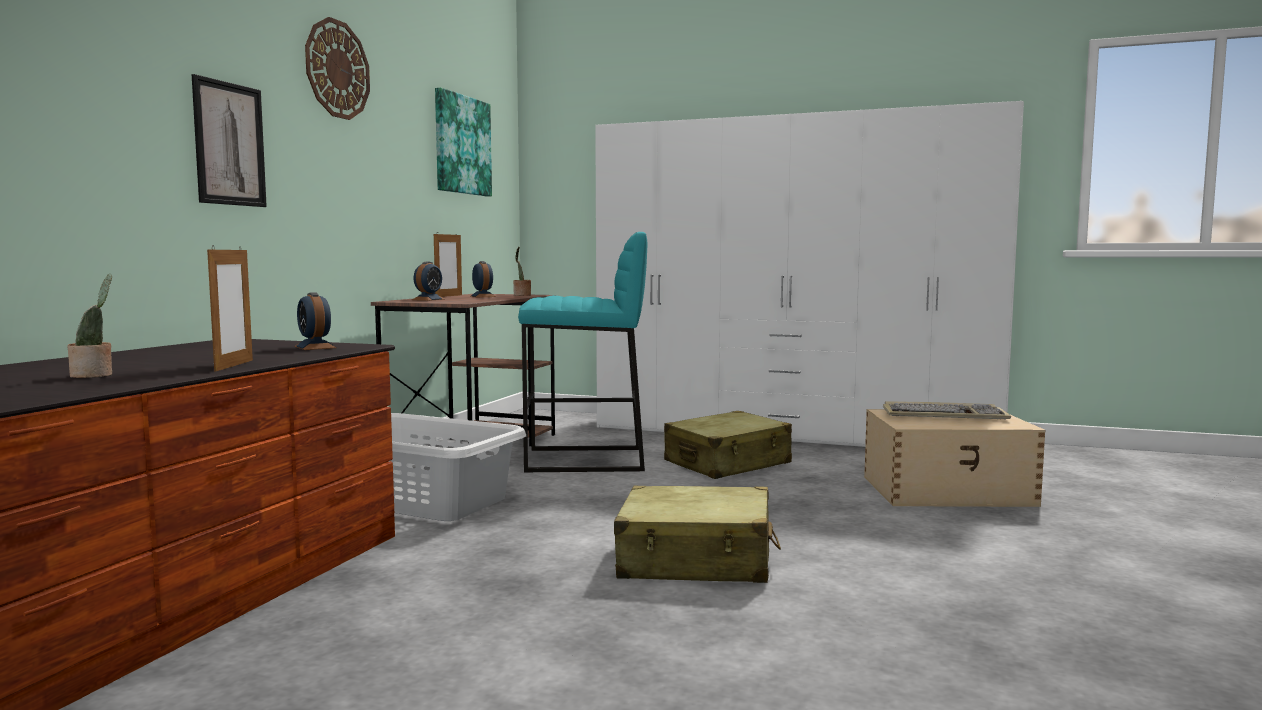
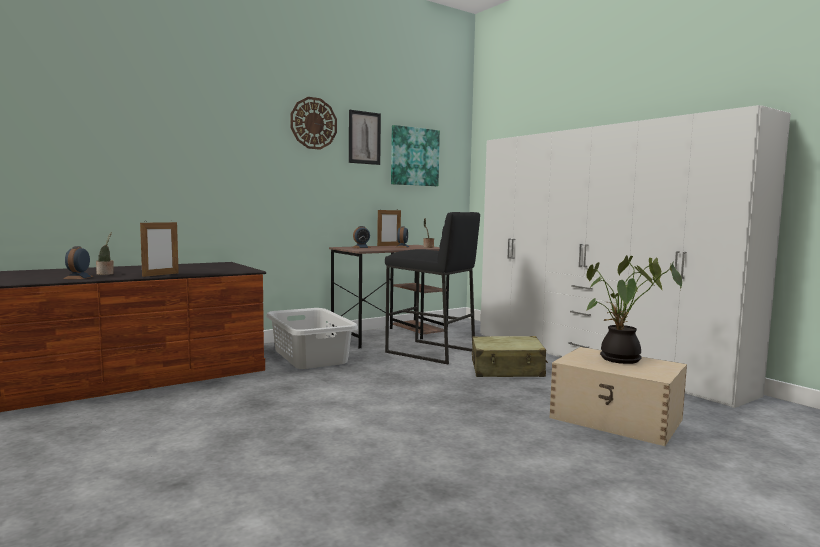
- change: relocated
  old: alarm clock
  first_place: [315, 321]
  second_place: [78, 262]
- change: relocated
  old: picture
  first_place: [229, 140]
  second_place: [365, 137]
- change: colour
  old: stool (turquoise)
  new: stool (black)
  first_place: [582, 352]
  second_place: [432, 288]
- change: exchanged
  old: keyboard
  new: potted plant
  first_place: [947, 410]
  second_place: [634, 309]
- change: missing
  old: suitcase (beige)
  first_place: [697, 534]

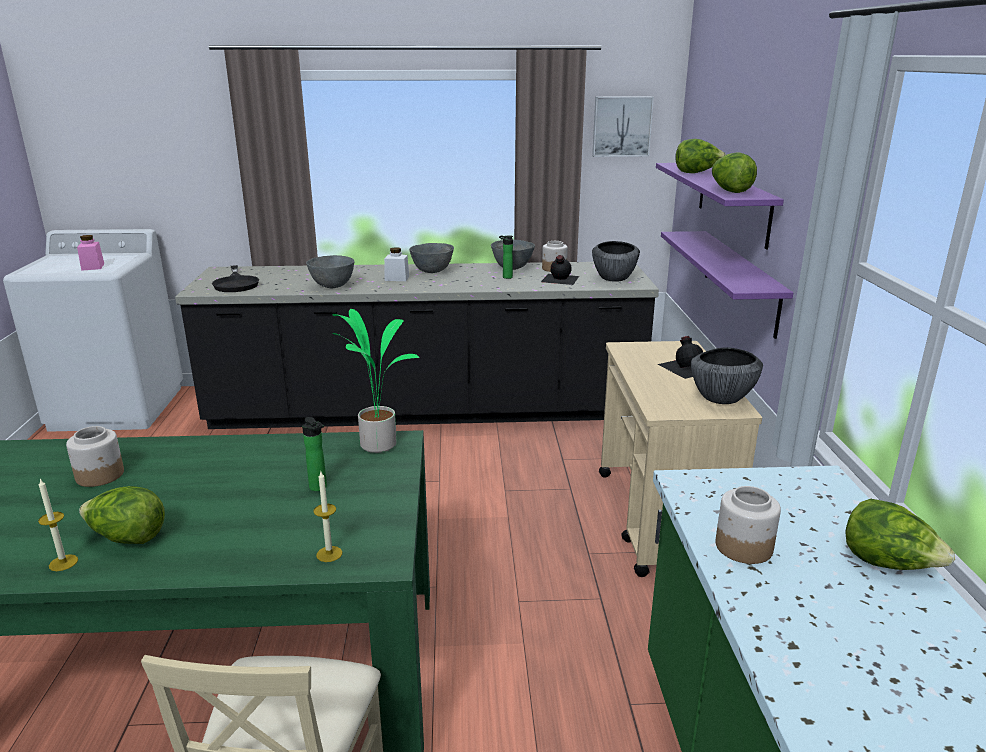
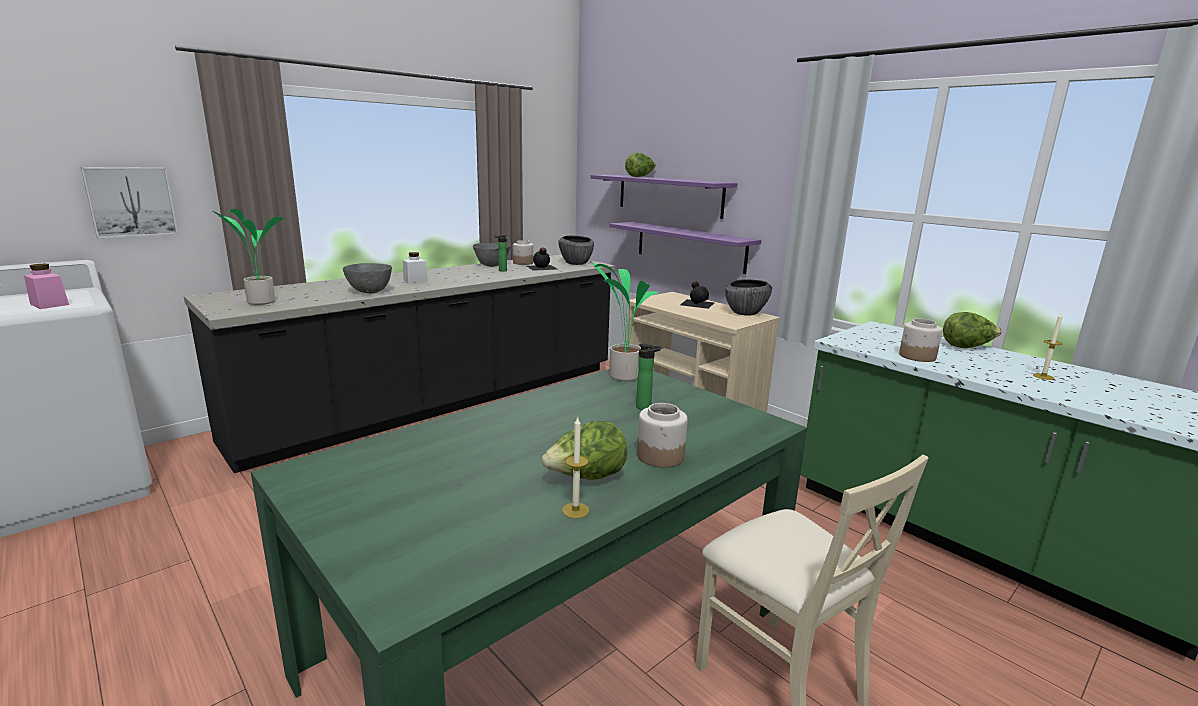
- change: relocated
  old: picture
  first_place: [623, 126]
  second_place: [129, 202]
- change: exchanged
  old: frying pan (black)
  new: potted plant
  first_place: [235, 278]
  second_place: [248, 257]
- change: relocated
  old: jar
  first_place: [95, 456]
  second_place: [662, 435]
- change: relocated
  old: candle
  first_place: [327, 517]
  second_place: [1048, 346]
- change: missing
  old: bowl (grey)
  first_place: [431, 258]
- change: missing
  old: lettuce
  first_place: [734, 172]

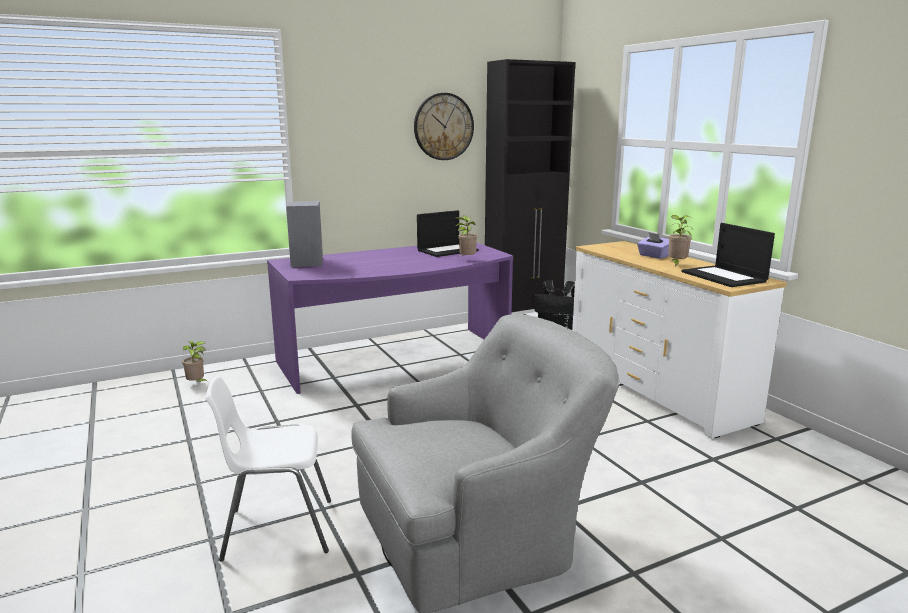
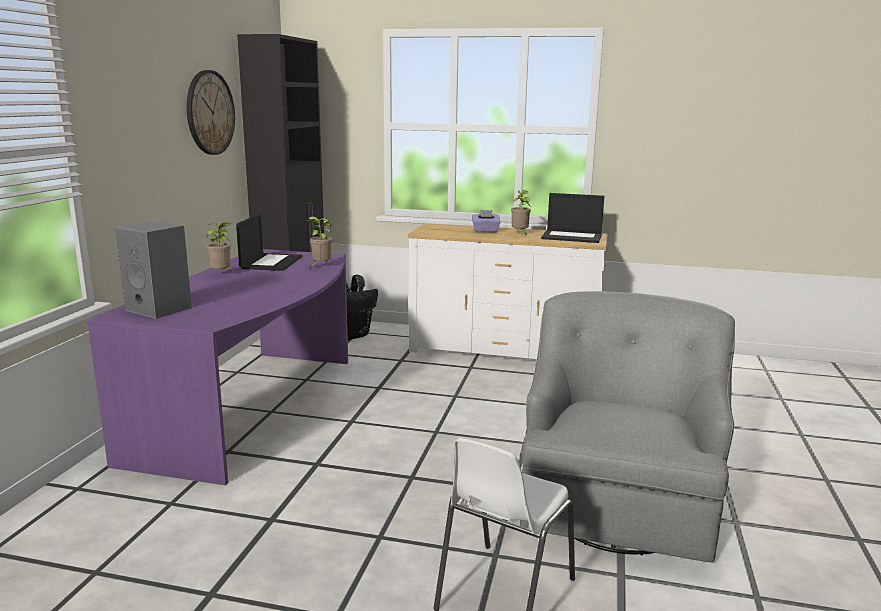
- change: relocated
  old: potted plant
  first_place: [195, 361]
  second_place: [218, 246]

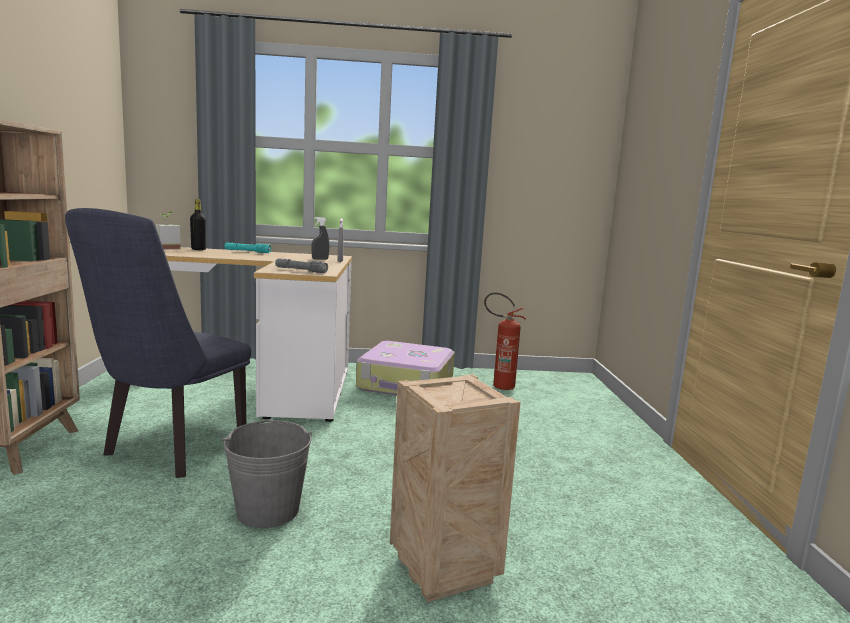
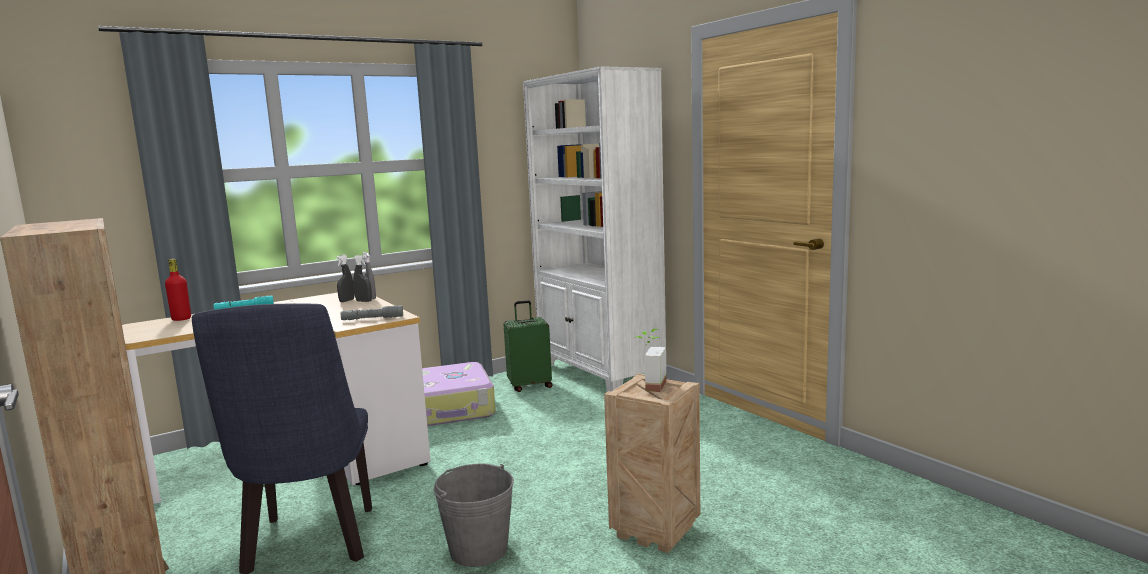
- change: colour
  old: bottle (black)
  new: bottle (red)
  first_place: [198, 224]
  second_place: [178, 290]
- change: appeared
  new: spray bottle (grey)
  second_place: [362, 278]
- change: exchanged
  old: fire extinguisher
  new: suitcase (green)
  first_place: [505, 341]
  second_place: [528, 346]
- change: appeared
  new: bookcase (white)
  second_place: [594, 229]
- change: relocated
  old: potted plant
  first_place: [168, 230]
  second_place: [651, 360]

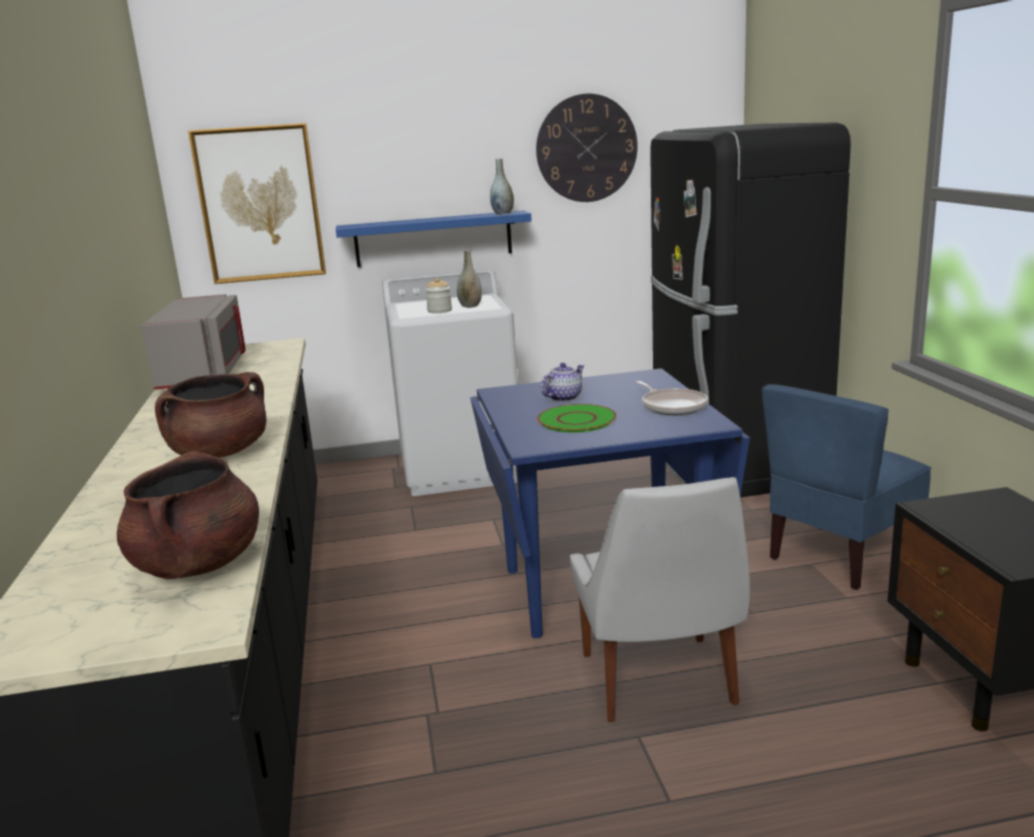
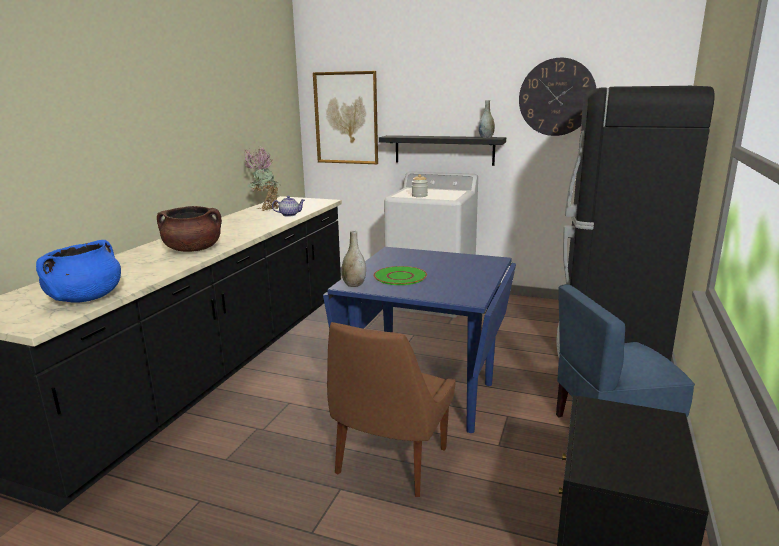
- change: colour
  old: cooking pot (brown)
  new: cooking pot (blue)
  first_place: [188, 515]
  second_place: [78, 271]
- change: exchanged
  old: microwave (grey)
  new: potted plant
  first_place: [193, 341]
  second_place: [262, 178]
- change: relocated
  old: teapot
  first_place: [562, 382]
  second_place: [288, 206]
- change: colour
  old: chair (white)
  new: chair (brown)
  first_place: [660, 599]
  second_place: [391, 409]
- change: relocated
  old: vase (grey)
  first_place: [469, 278]
  second_place: [353, 258]
- change: colour
  old: shelf (blue)
  new: shelf (black)
  first_place: [434, 238]
  second_place: [442, 150]
- change: missing
  old: frying pan
  first_place: [672, 398]

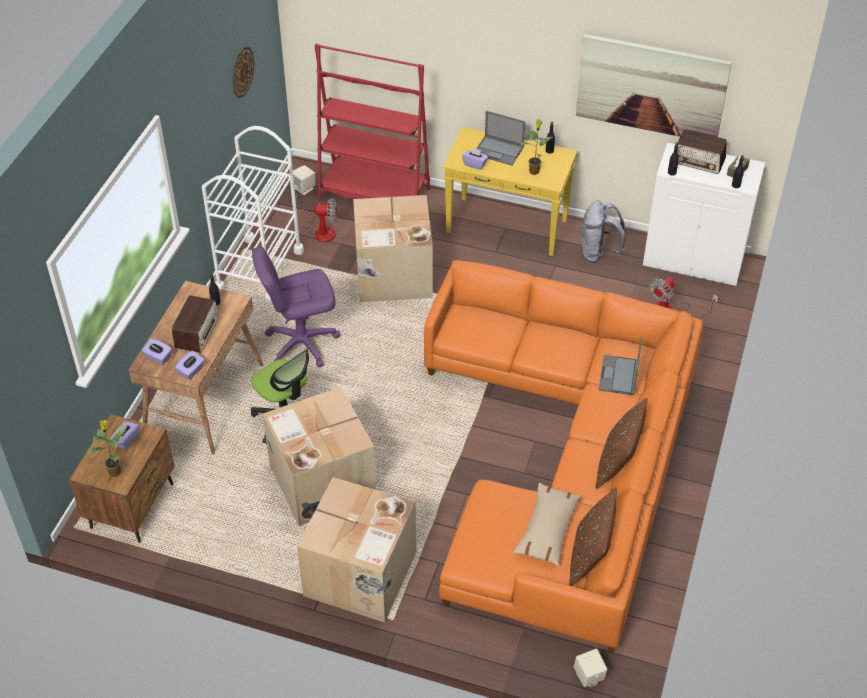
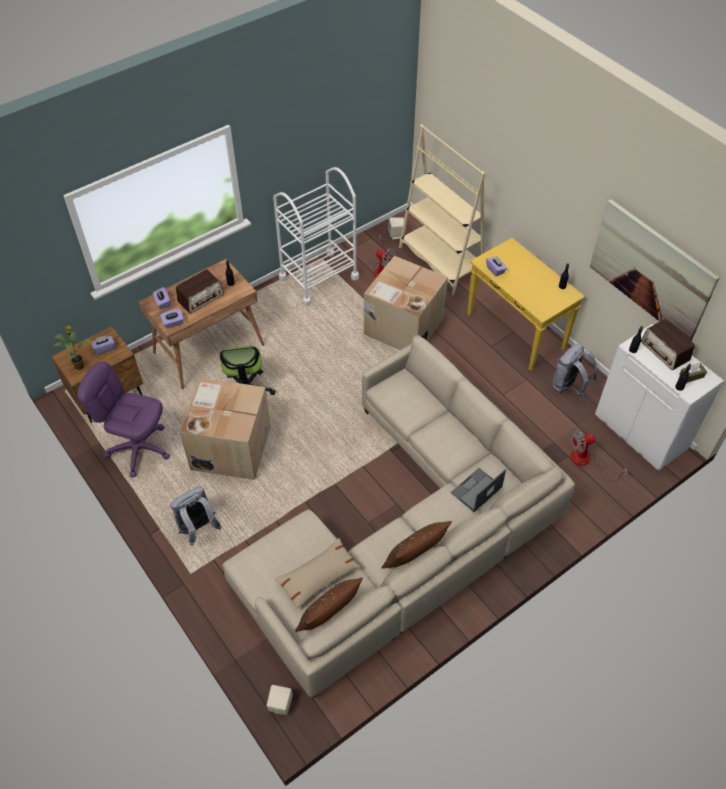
- change: relocated
  old: office chair (purple)
  first_place: [296, 307]
  second_place: [123, 419]
- change: exchanged
  old: cardboard box
  new: backpack (grey)
  first_place: [356, 550]
  second_place: [195, 516]
- change: colour
  old: sofa (orange)
  new: sofa (beige)
  first_place: [563, 456]
  second_place: [398, 517]
- change: colour
  old: bookcase (red)
  new: bookcase (beige)
  first_place: [372, 122]
  second_place: [442, 210]
- change: missing
  old: wall clock
  first_place: [243, 72]
- change: missing
  old: laptop
  first_place: [500, 138]
- change: missing
  old: potted plant
  first_place: [536, 147]

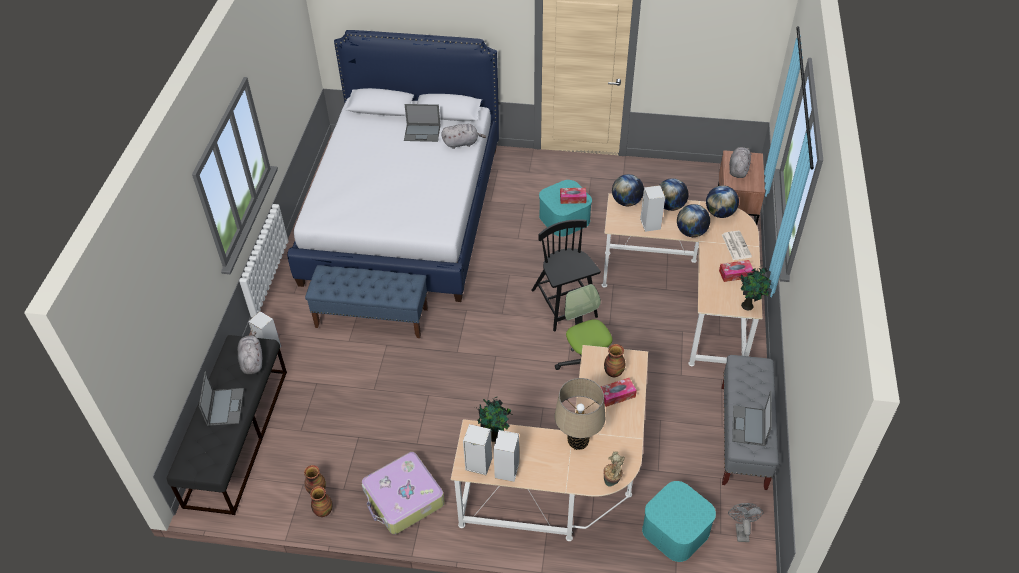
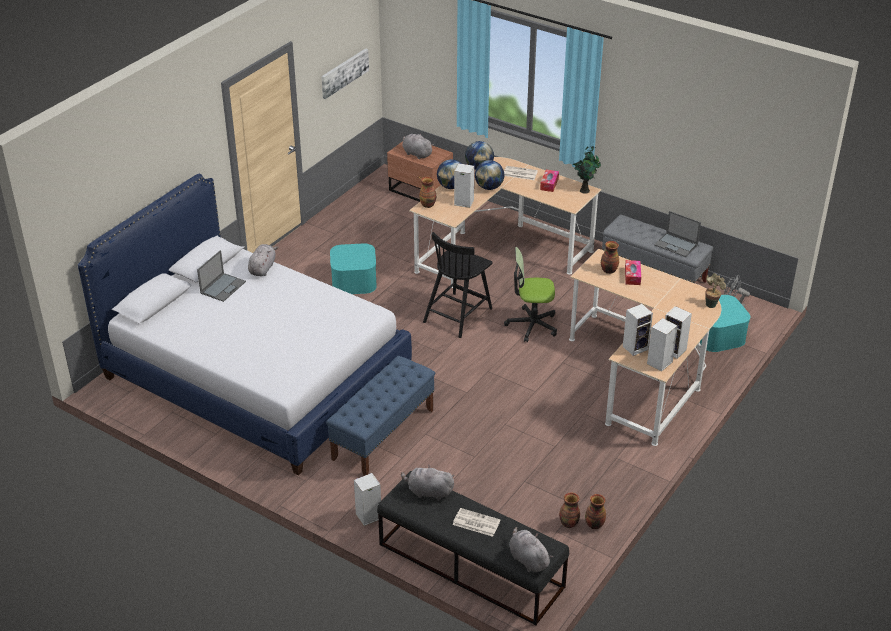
- change: appeared
  new: picture
  second_place: [345, 73]
- change: exchanged
  old: globe
  new: vase
  first_place: [628, 190]
  second_place: [427, 192]
- change: spun
  old: chair (black)
  first_place: [566, 275]
  second_place: [457, 285]
  degrees: -60
- change: exchanged
  old: laptop
  new: newspaper
  first_place: [221, 398]
  second_place: [476, 522]
- change: appeared
  new: plush toy (grey)
  second_place: [531, 549]
- change: exchanged
  old: potted plant
  new: speaker
  first_place: [493, 419]
  second_place: [638, 330]
- change: missing
  old: suitcase
  first_place: [403, 493]
- change: missing
  old: table lamp (beige)
  first_place: [580, 414]
- change: missing
  old: tissue box
  first_place: [573, 196]

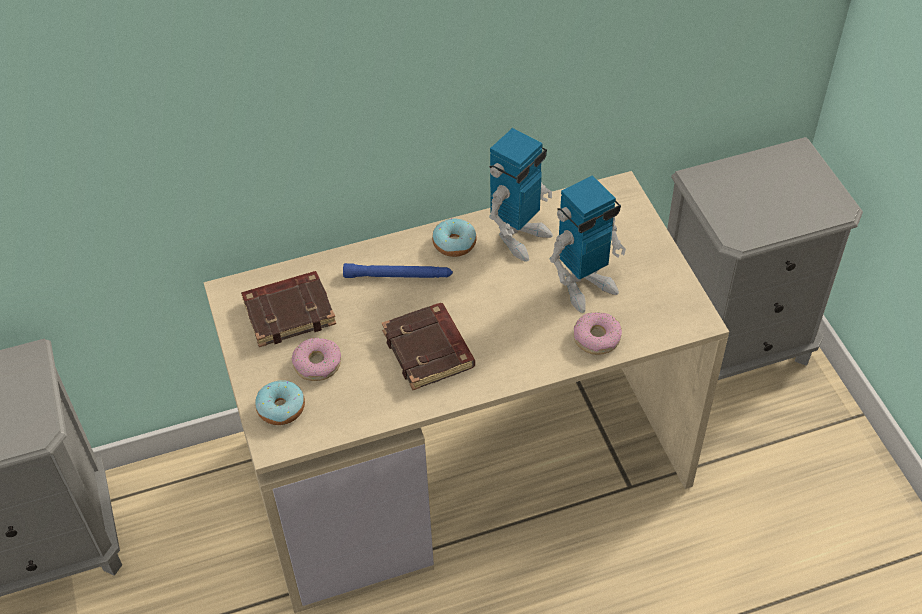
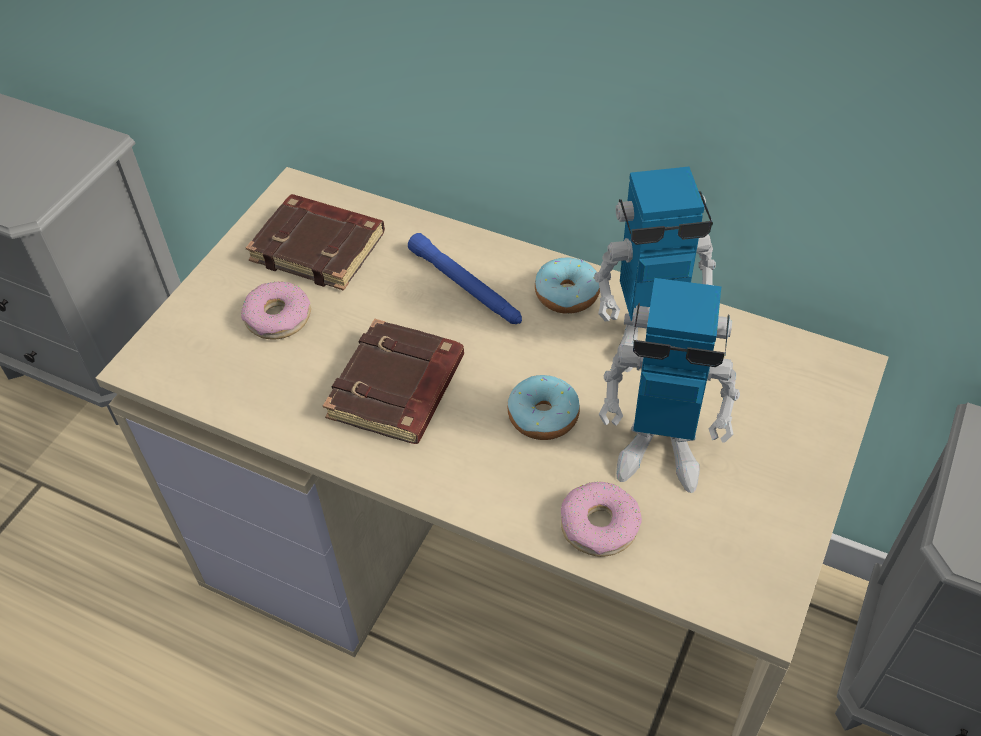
- change: relocated
  old: donut
  first_place: [280, 402]
  second_place: [544, 407]

